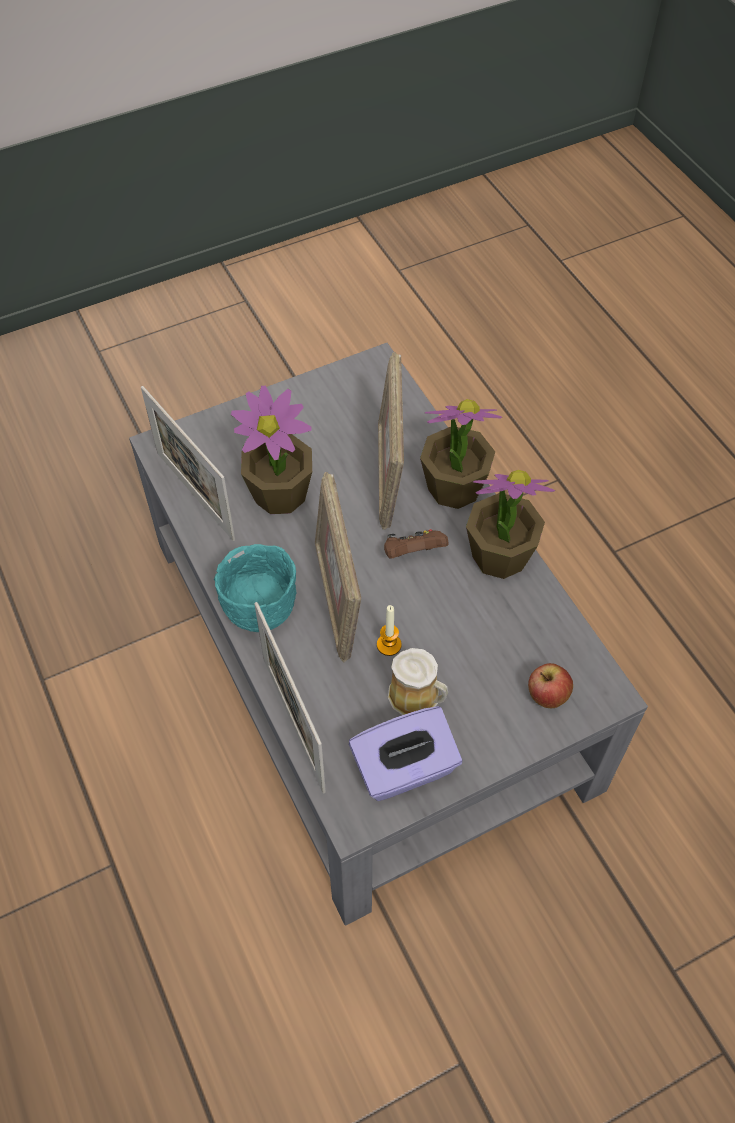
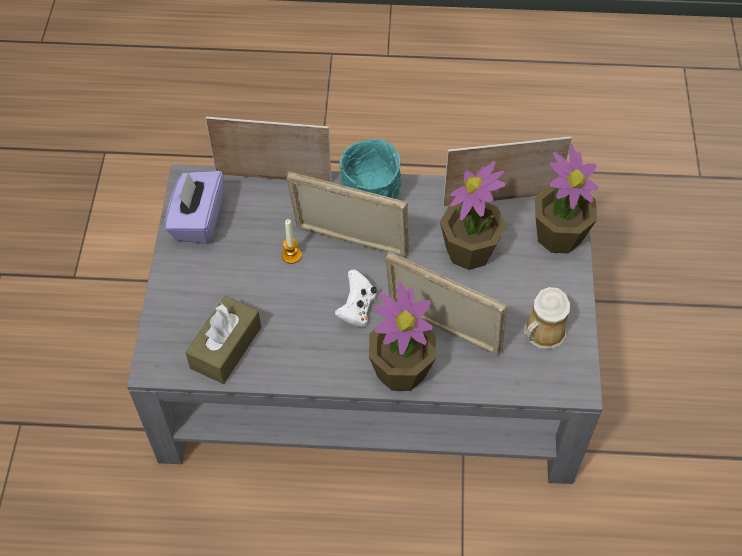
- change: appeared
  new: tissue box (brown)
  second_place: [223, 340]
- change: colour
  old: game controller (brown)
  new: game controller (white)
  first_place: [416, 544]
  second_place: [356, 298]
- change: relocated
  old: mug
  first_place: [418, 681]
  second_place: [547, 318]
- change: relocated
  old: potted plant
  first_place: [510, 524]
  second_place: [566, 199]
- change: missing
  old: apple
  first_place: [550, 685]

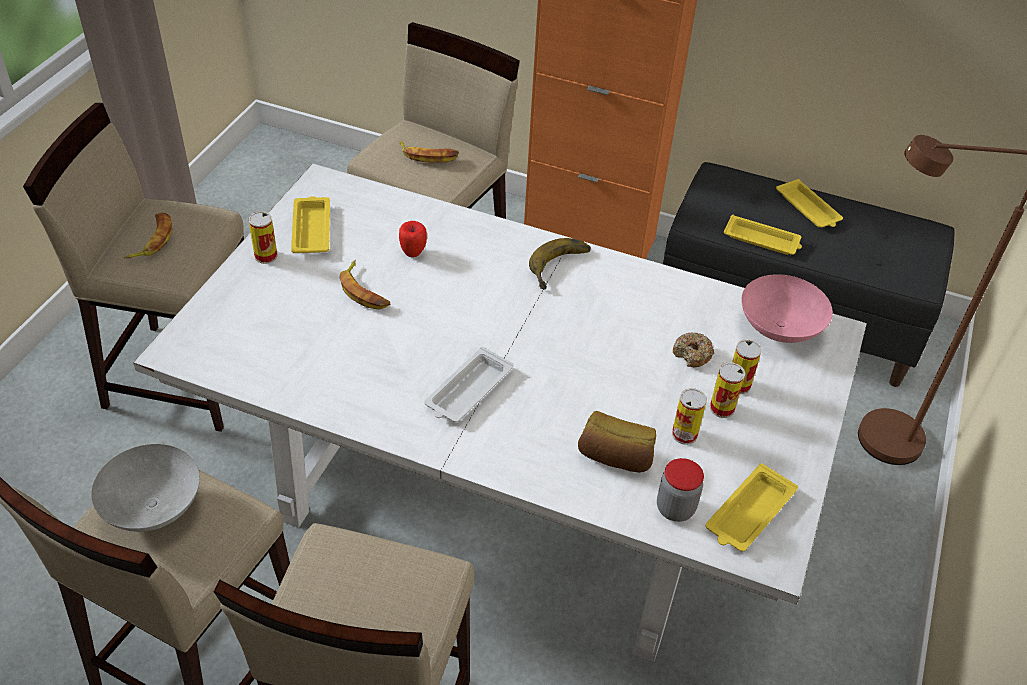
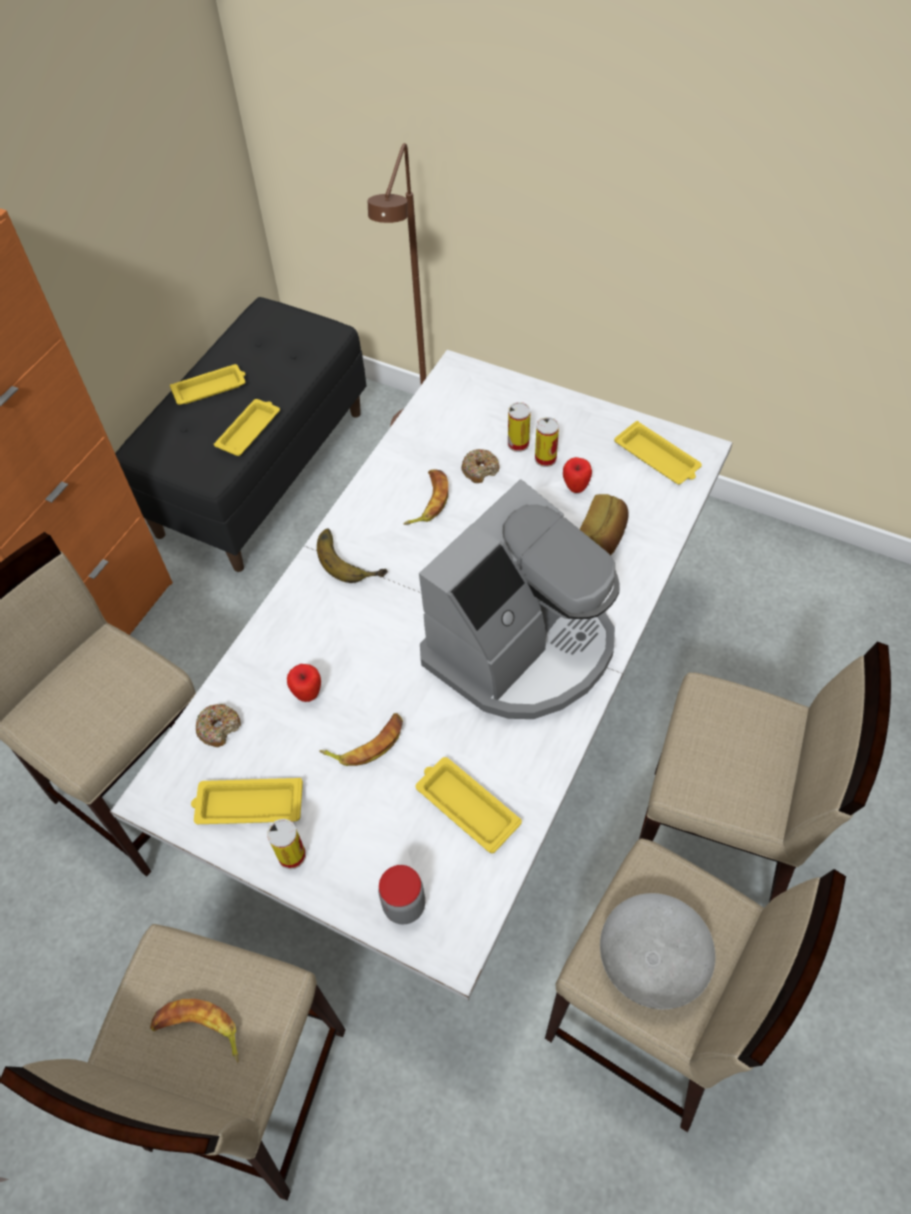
- change: appeared
  new: donut
  second_place: [218, 725]
- change: relocated
  old: jar
  first_place: [680, 490]
  second_place: [402, 895]
- change: relocated
  old: banana
  first_place: [429, 151]
  second_place: [425, 497]
- change: appeared
  new: tray (yellow)
  second_place: [468, 805]
- change: exchanged
  old: tray (white)
  new: coffee machine
  first_place: [468, 384]
  second_place: [519, 599]
- change: exchanged
  old: can
  new: apple
  first_place: [689, 416]
  second_place: [577, 475]
- change: missing
  old: bowl (pink)
  first_place: [787, 308]

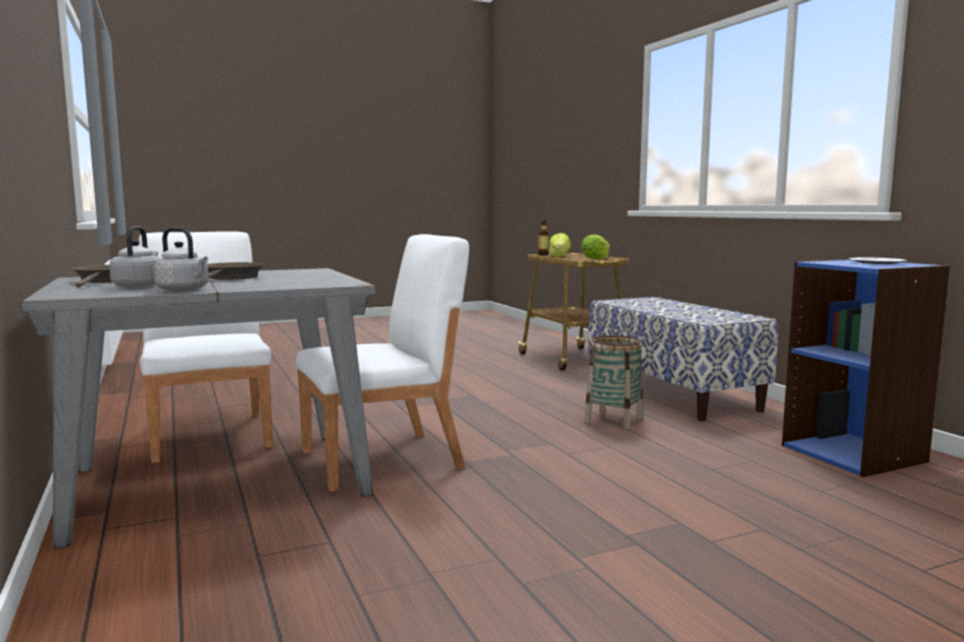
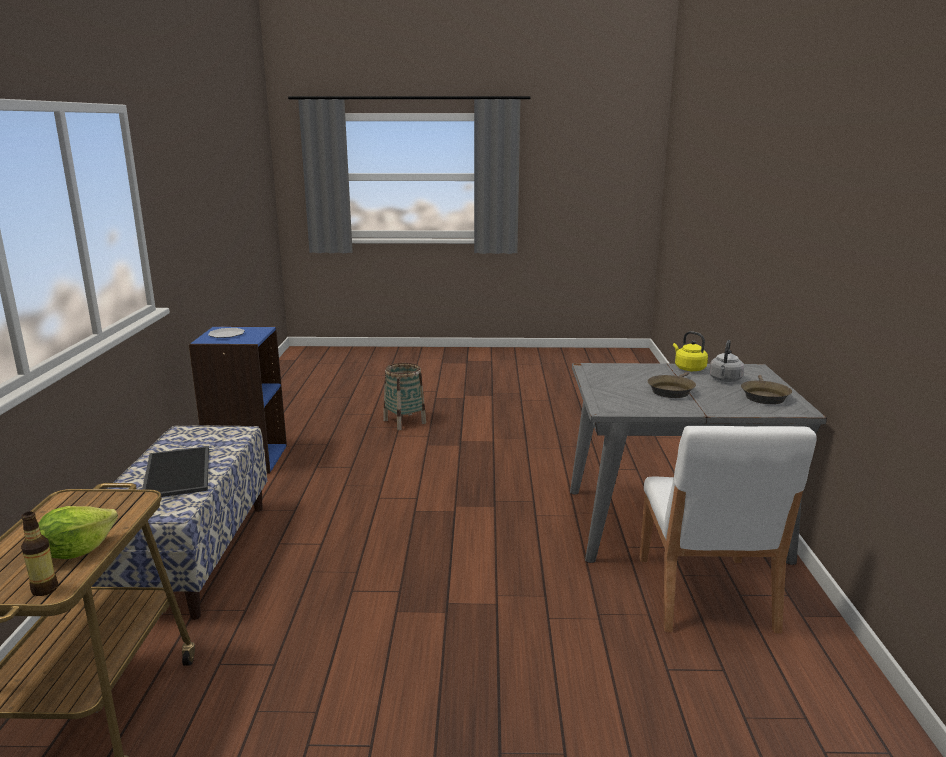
- change: appeared
  new: tray
  second_place: [175, 471]
- change: relocated
  old: basket
  first_place: [613, 382]
  second_place: [404, 396]
- change: colour
  old: kettle (grey)
  new: kettle (yellow)
  first_place: [181, 259]
  second_place: [690, 351]
- change: missing
  old: chair (white)
  first_place: [382, 363]
- change: missing
  old: lettuce
  first_place: [595, 247]

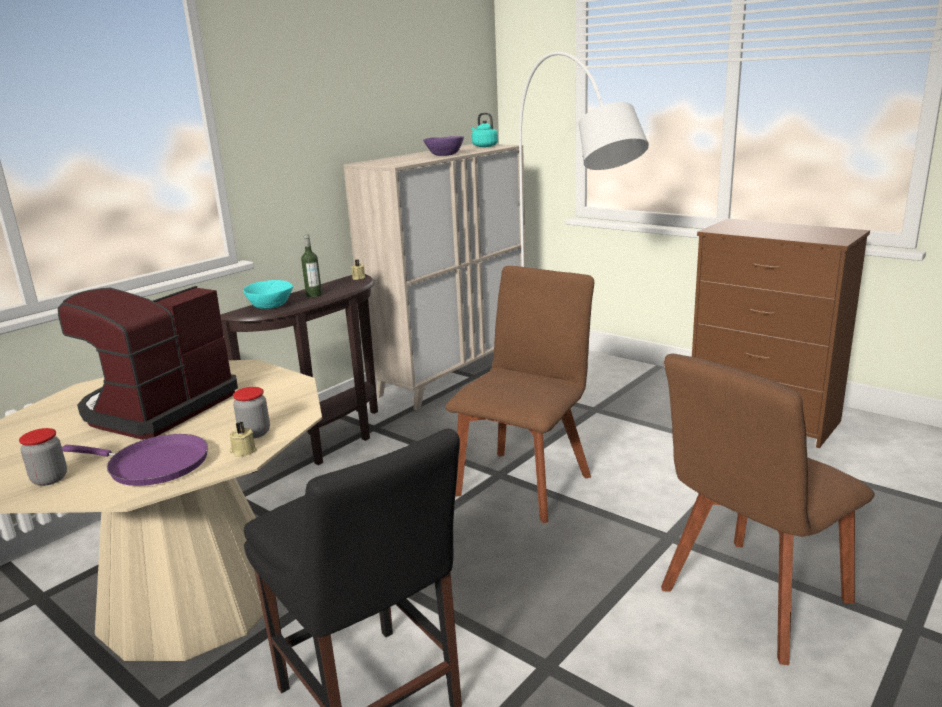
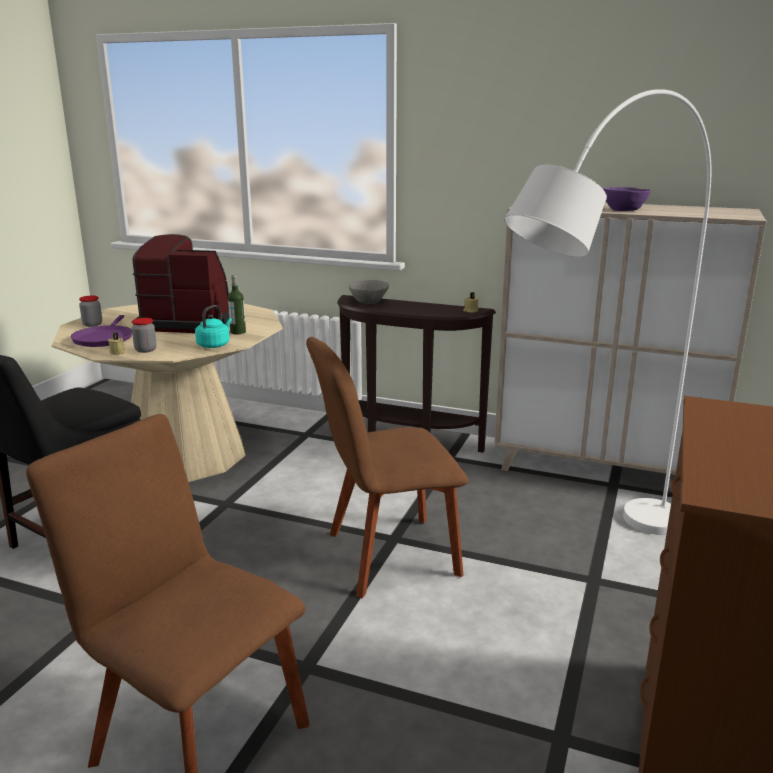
- change: relocated
  old: kettle (turquoise)
  first_place: [485, 130]
  second_place: [213, 326]
- change: relocated
  old: bottle
  first_place: [311, 266]
  second_place: [237, 304]
- change: spun
  old: chair (brown)
  first_place: [520, 394]
  second_place: [387, 467]
  degrees: 150
- change: colour
  old: bowl (turquoise)
  new: bowl (grey)
  first_place: [268, 294]
  second_place: [368, 292]

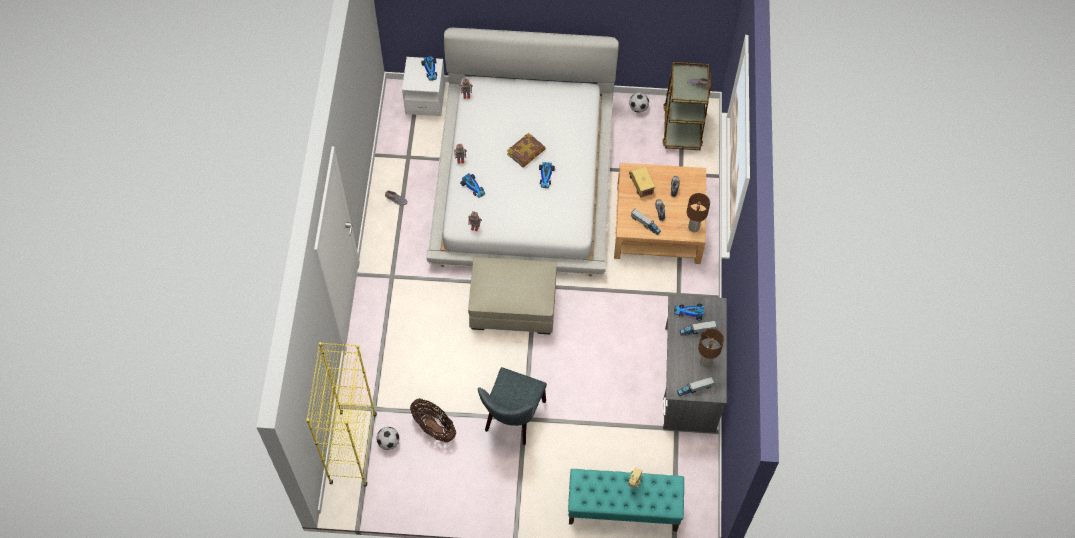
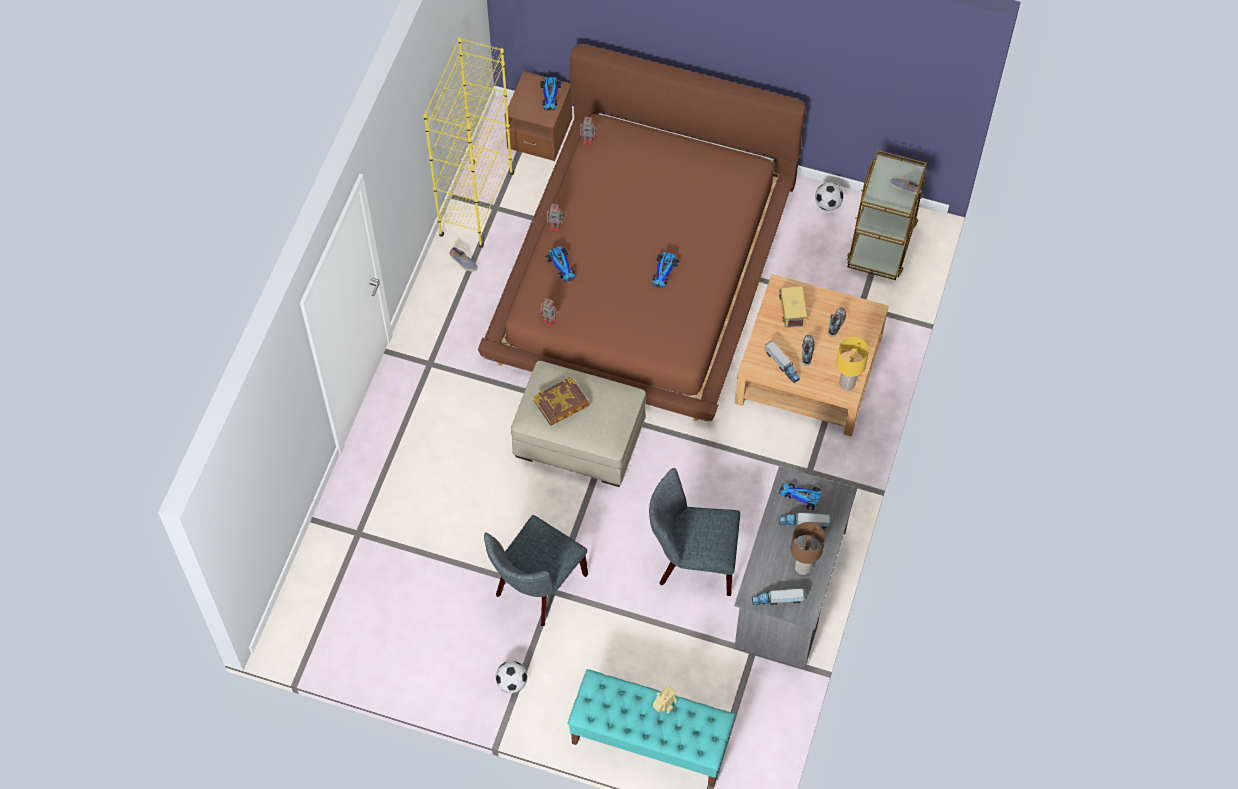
- change: relocated
  old: bookcase (yellow)
  first_place: [341, 414]
  second_place: [469, 142]
- change: colour
  old: bed (white)
  new: bed (brown)
  first_place: [522, 152]
  second_place: [642, 232]
- change: relocated
  old: football
  first_place: [388, 438]
  second_place: [511, 677]
- change: colour
  old: nightstand (white)
  new: nightstand (brown)
  first_place: [423, 86]
  second_place: [538, 116]
- change: relocated
  old: book
  first_place: [526, 150]
  second_place: [561, 401]
- change: appeared
  new: chair (grey)
  second_place: [694, 532]
- change: colour
  old: table lamp (brown)
  new: table lamp (yellow)
  first_place: [698, 212]
  second_place: [852, 364]
- change: missing
  old: basket
  first_place: [433, 420]

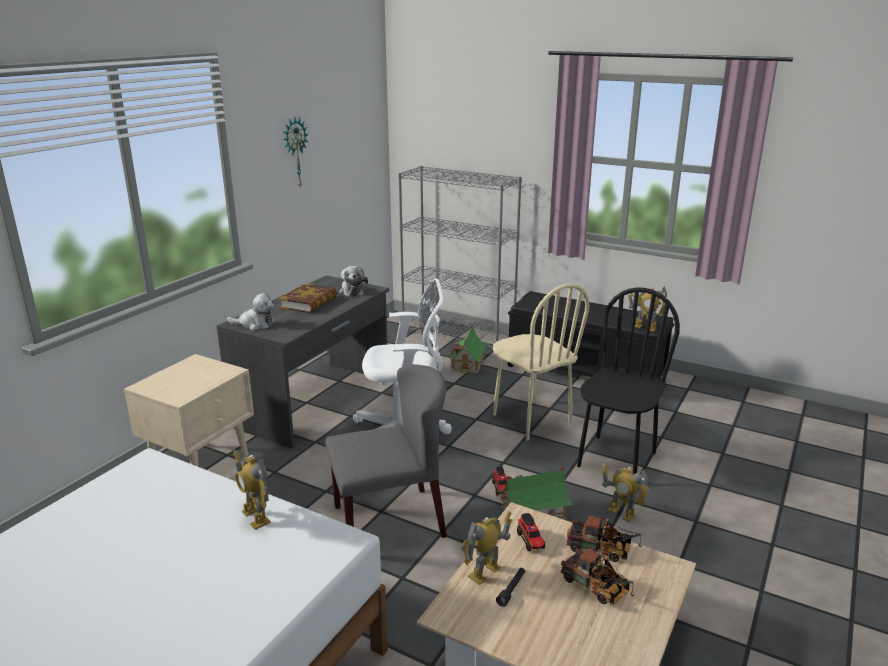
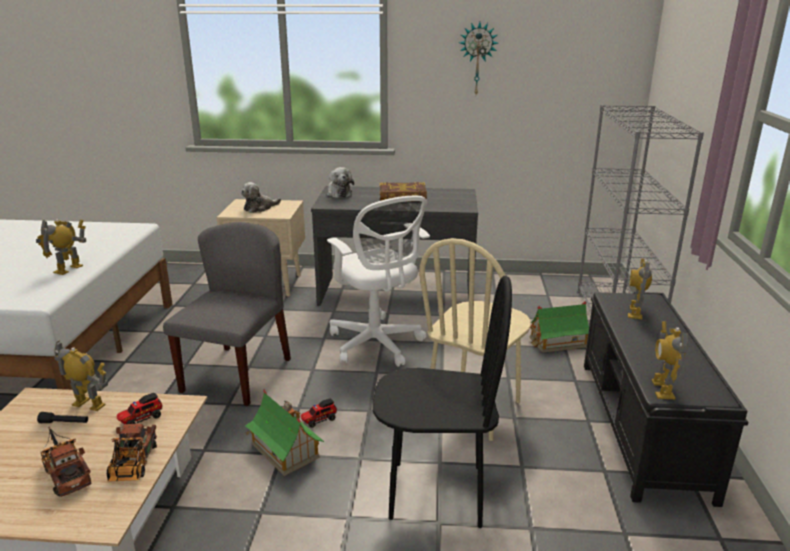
- change: spun
  old: toy truck
  first_place: [597, 576]
  second_place: [66, 462]
  degrees: 120
- change: spun
  old: chair (grey)
  first_place: [386, 451]
  second_place: [227, 314]
  degrees: -120
- change: relocated
  old: plush toy
  first_place: [353, 281]
  second_place: [261, 197]
- change: relocated
  old: toy robot
  first_place: [626, 493]
  second_place: [640, 289]

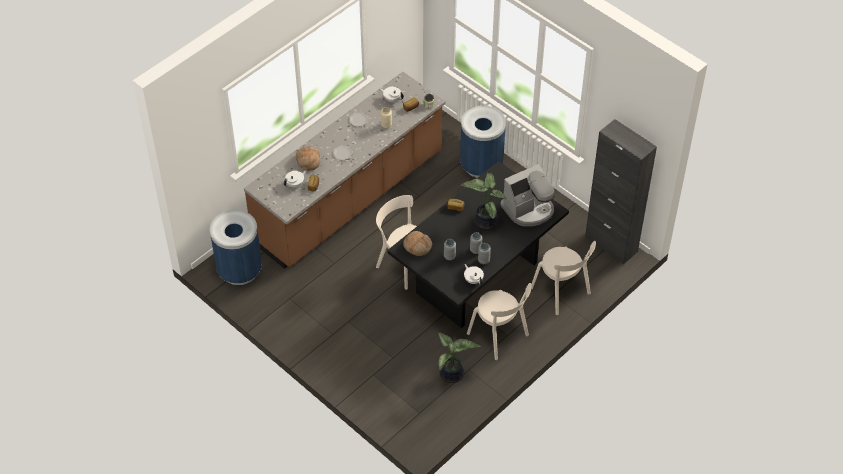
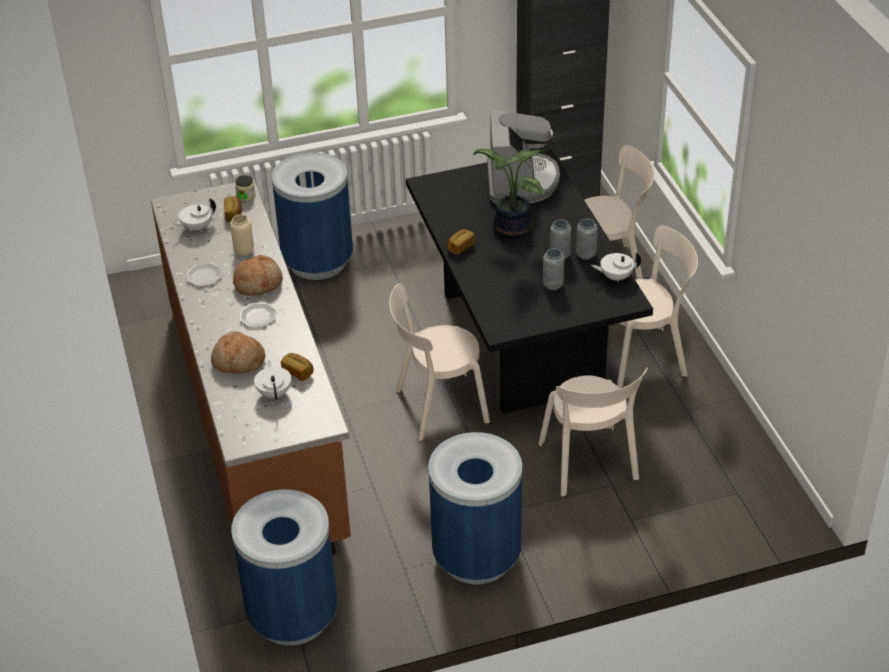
- change: relocated
  old: bread
  first_place: [417, 243]
  second_place: [258, 275]
- change: appeared
  new: trash can (blue)
  second_place: [475, 508]
- change: appeared
  new: chair (beige)
  second_place: [593, 431]
- change: missing
  old: potted plant
  first_place: [459, 358]

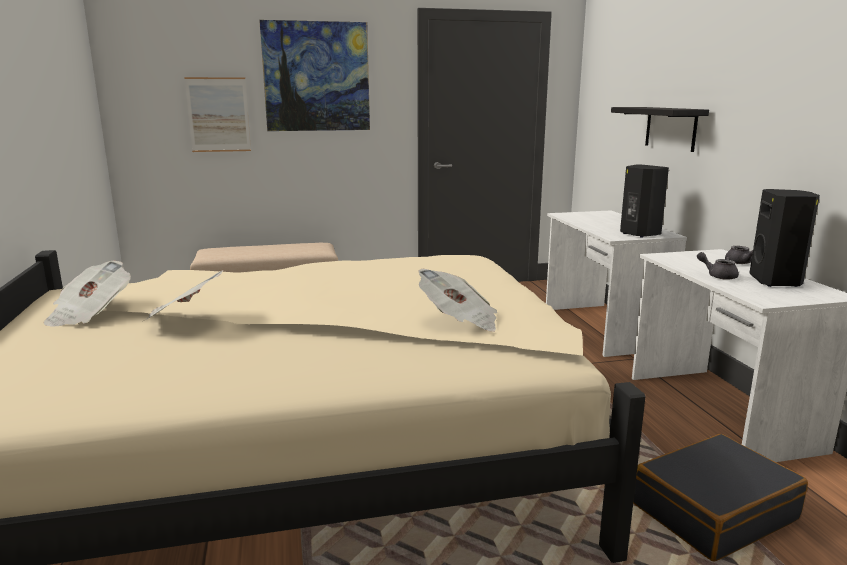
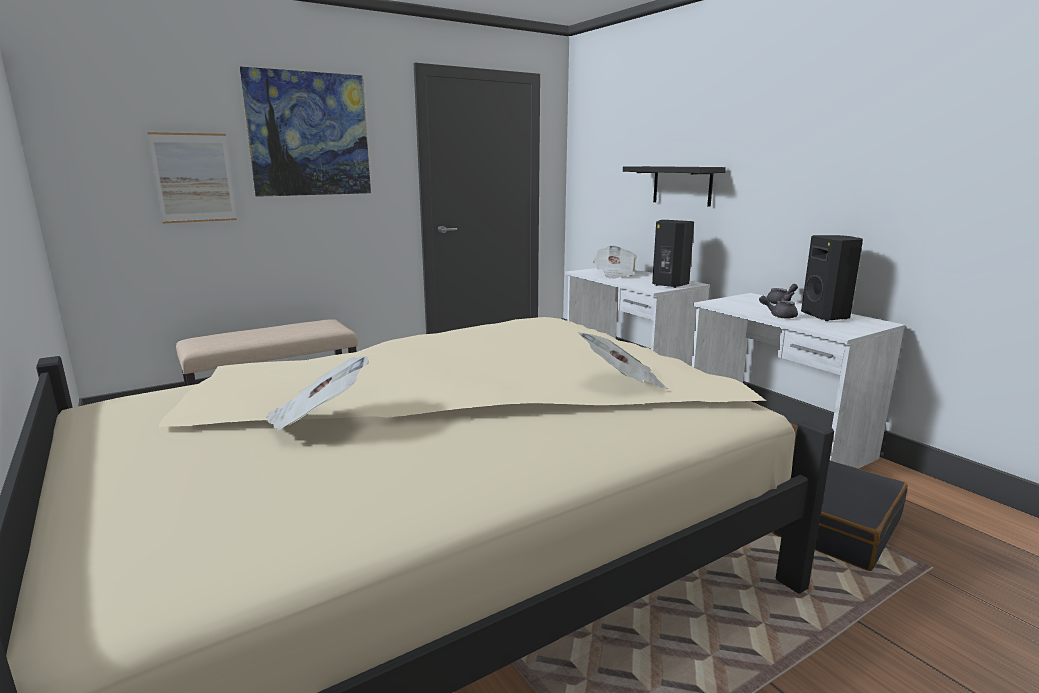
- change: relocated
  old: newspaper
  first_place: [87, 294]
  second_place: [615, 262]

